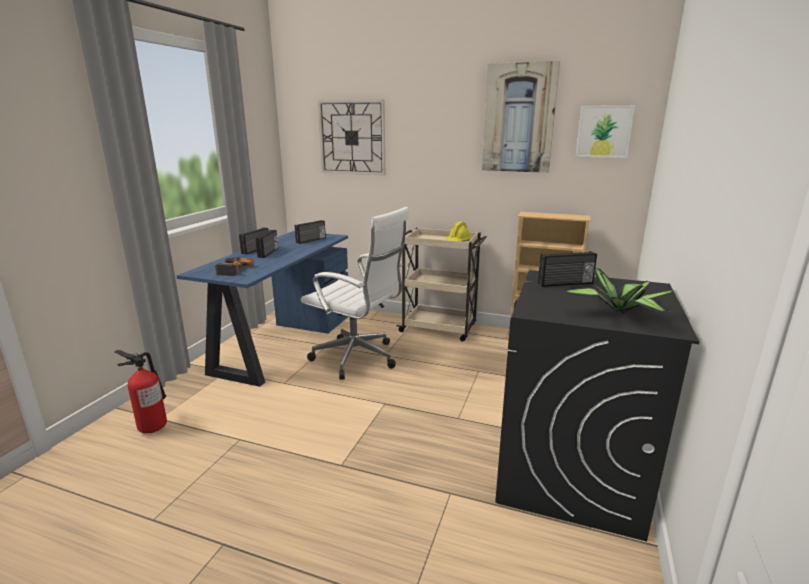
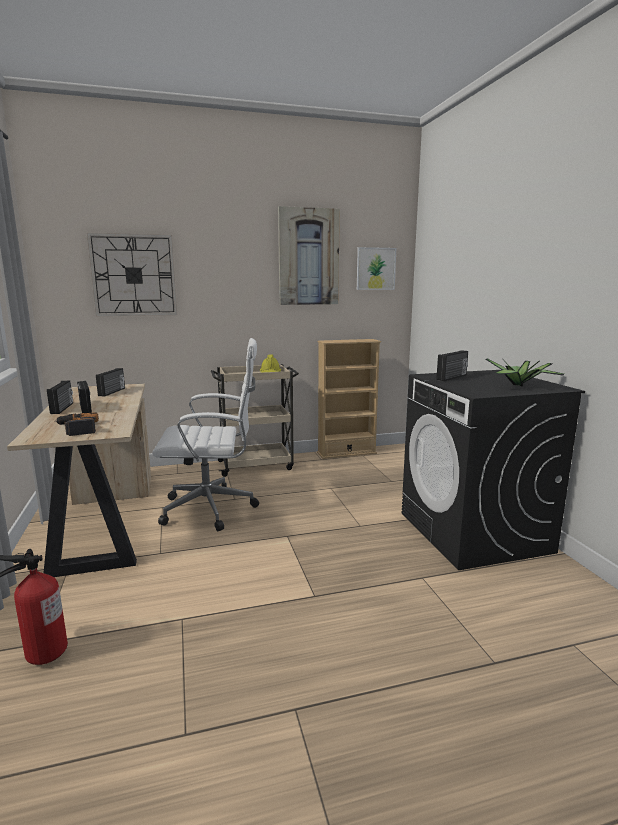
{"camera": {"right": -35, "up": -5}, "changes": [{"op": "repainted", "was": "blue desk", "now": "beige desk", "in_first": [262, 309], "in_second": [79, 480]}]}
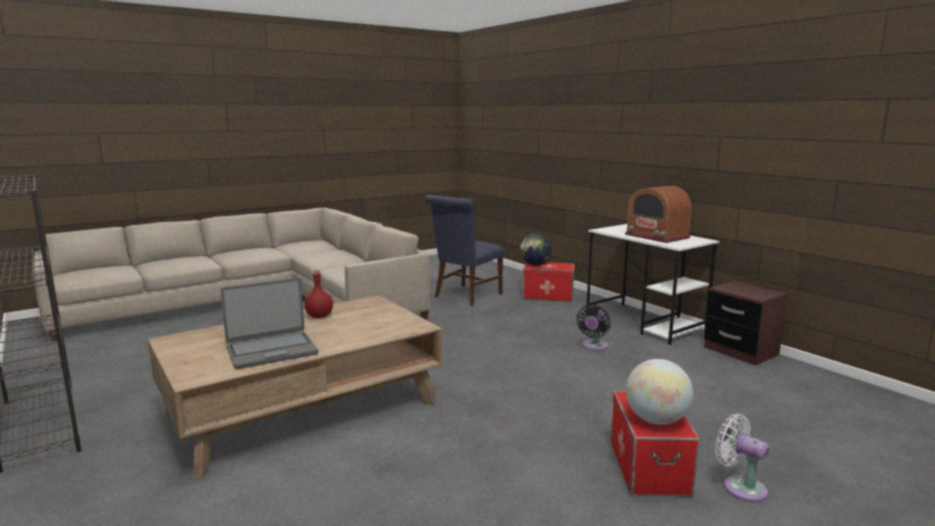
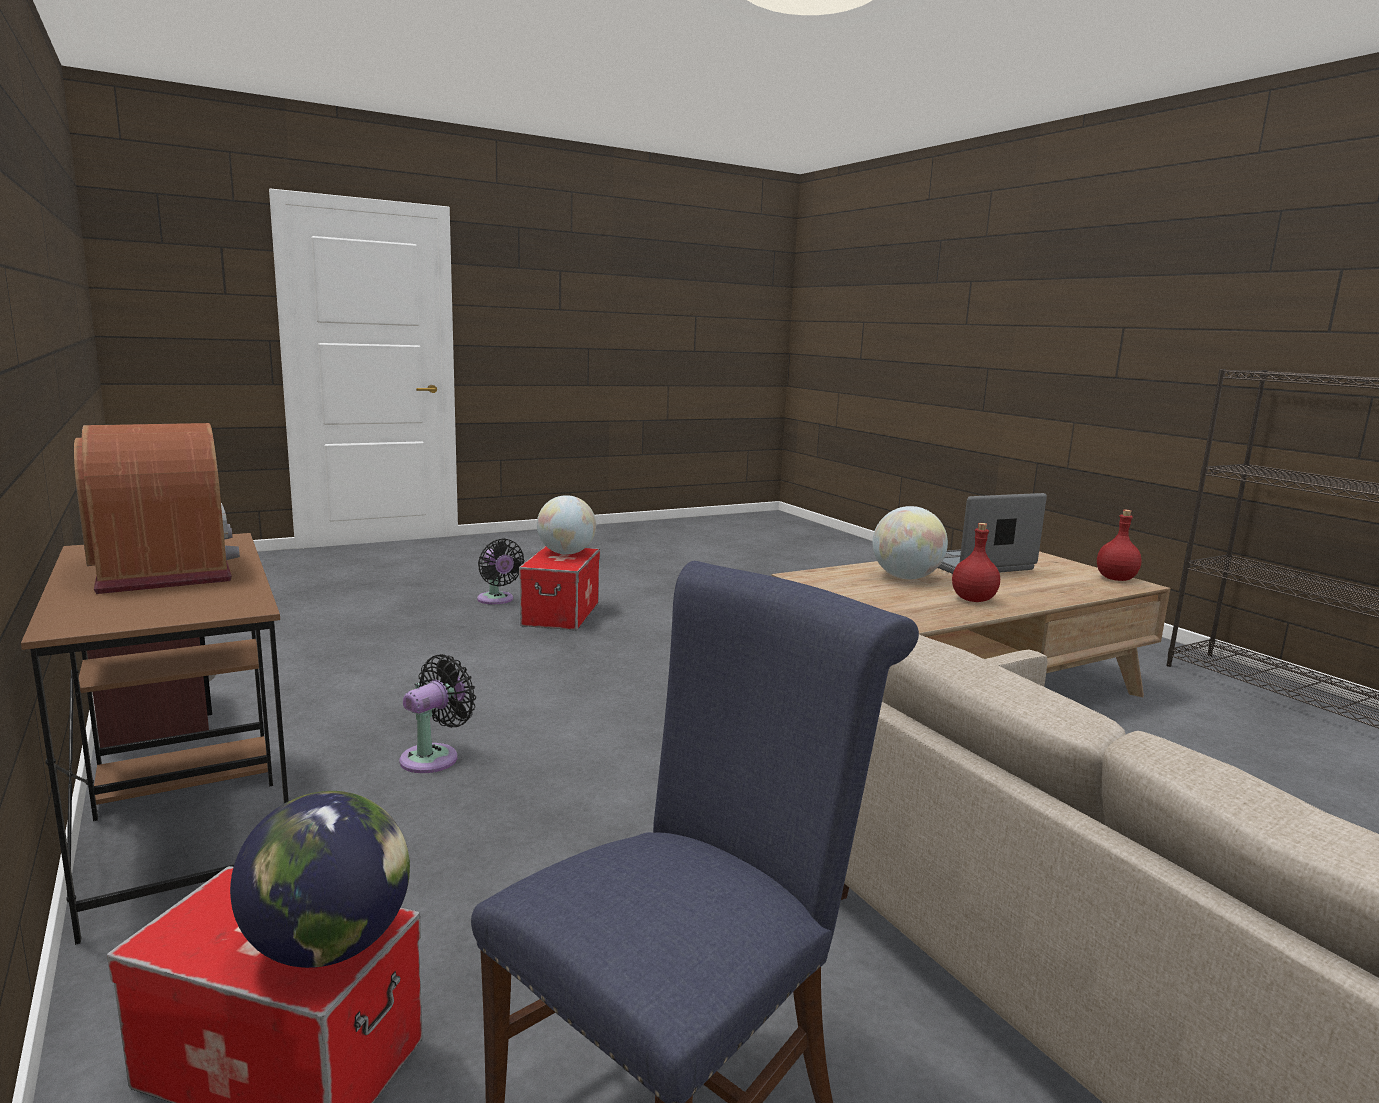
{"camera": {"right": -175, "up": 0}, "changes": [{"op": "new", "now": "globe", "in_second": [910, 542]}, {"op": "new", "now": "red bottle", "in_second": [1119, 545]}, {"op": "repainted", "was": "white desk", "now": "brown desk", "in_first": [652, 284], "in_second": [155, 739]}, {"op": "repainted", "was": "white fan", "now": "black fan", "in_first": [742, 458], "in_second": [500, 571]}]}
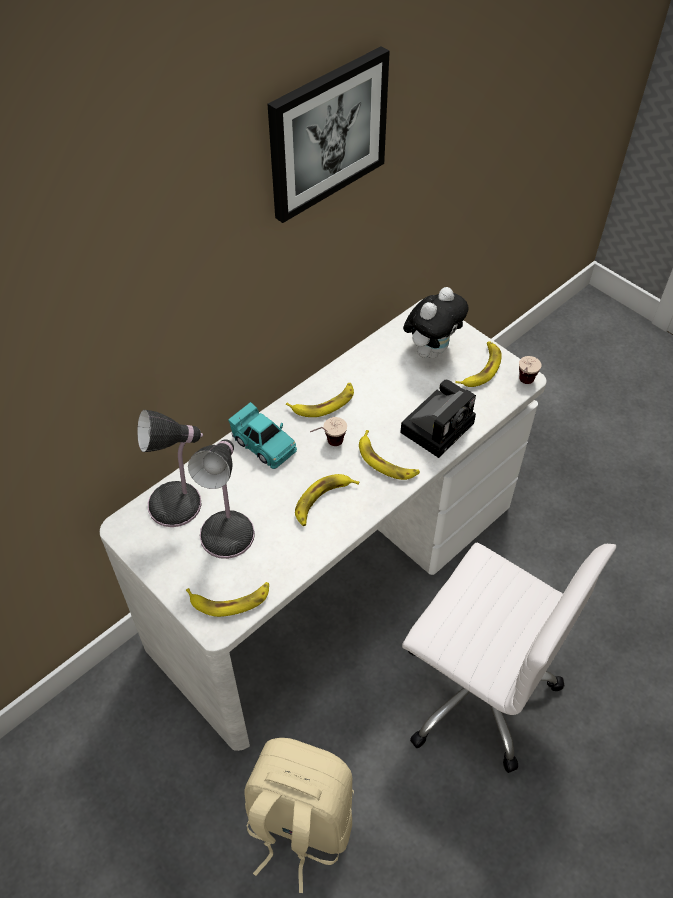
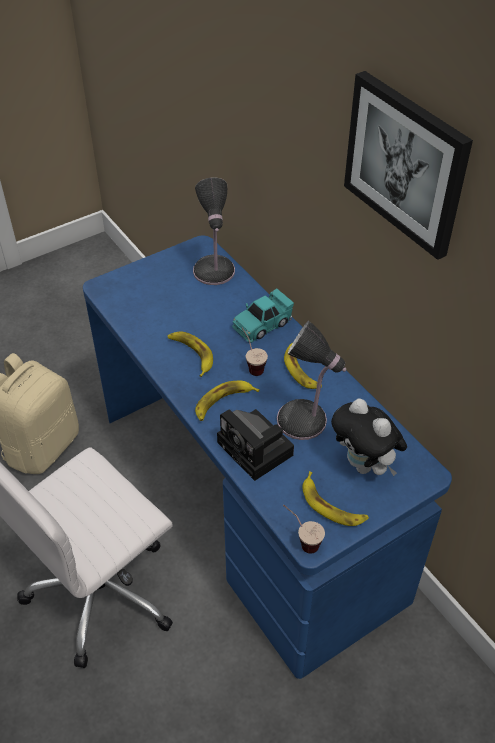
{"camera": {"right": 100, "up": -5}, "changes": [{"op": "gone", "was": "banana", "in_first": [227, 599]}, {"op": "shifted", "was": "table lamp", "in_first": [221, 499], "in_second": [311, 380]}, {"op": "repainted", "was": "white desk", "now": "blue desk", "in_first": [323, 525], "in_second": [267, 457]}]}
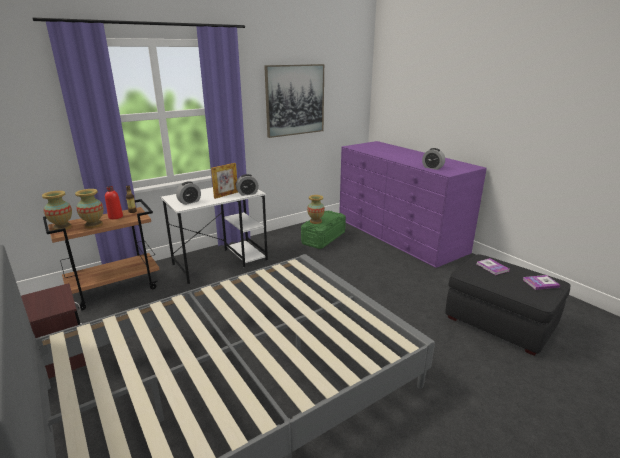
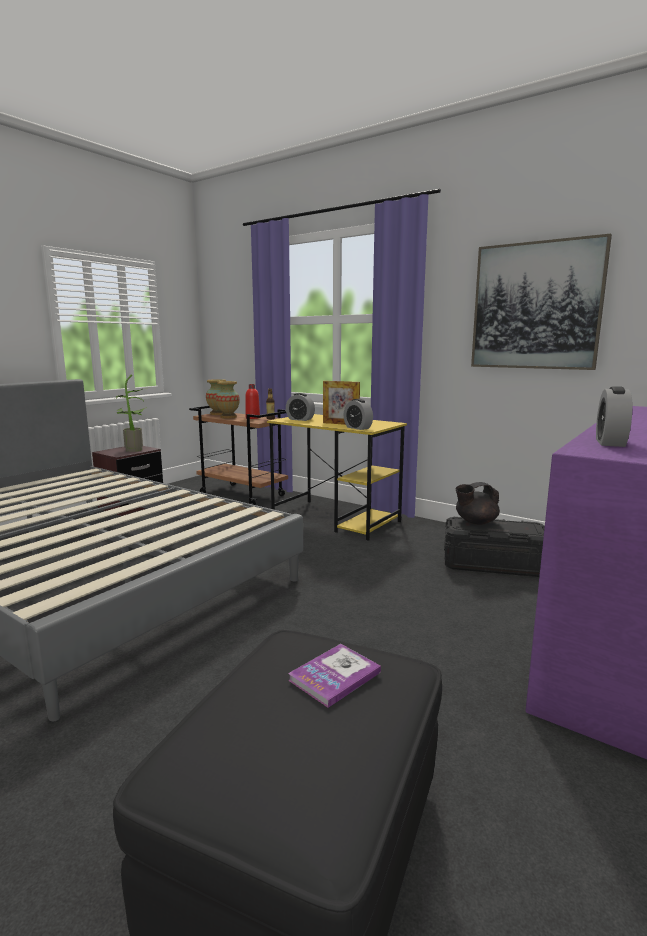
{"camera": {"right": 70, "up": -10}, "changes": [{"op": "gone", "was": "book", "in_first": [541, 282]}, {"op": "new", "now": "potted plant", "in_second": [131, 413]}, {"op": "swapped", "was": "vase", "now": "black teapot", "in_first": [316, 209], "in_second": [478, 503]}, {"op": "repainted", "was": "white desk", "now": "yellow desk", "in_first": [214, 235], "in_second": [337, 477]}, {"op": "repainted", "was": "green storage box", "now": "black storage box", "in_first": [323, 230], "in_second": [494, 547]}]}
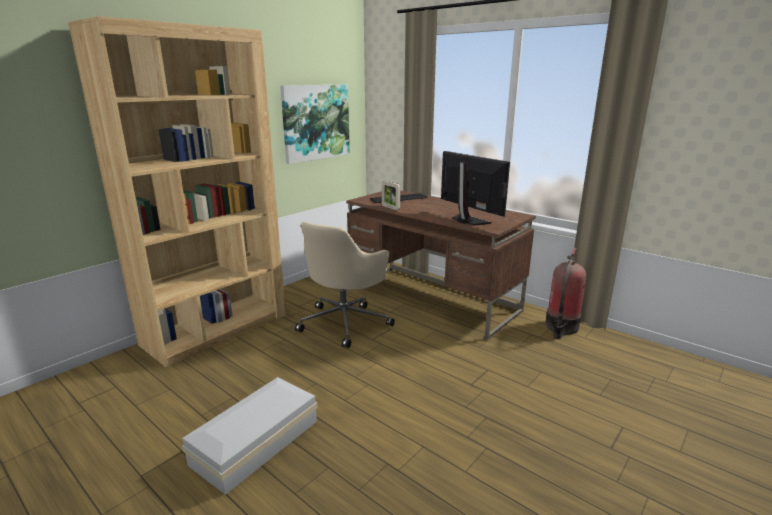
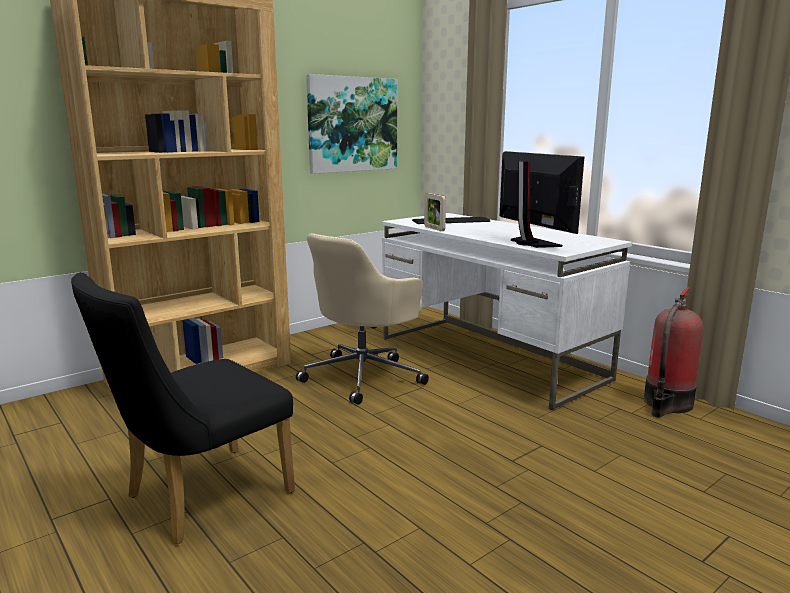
{"camera": {"right": 10, "up": -5}, "changes": [{"op": "swapped", "was": "white storage box", "now": "black chair", "in_first": [250, 436], "in_second": [183, 408]}, {"op": "repainted", "was": "brown desk", "now": "white desk", "in_first": [441, 265], "in_second": [507, 311]}]}
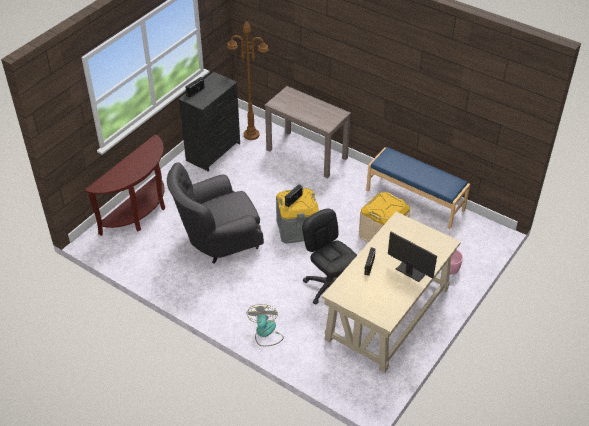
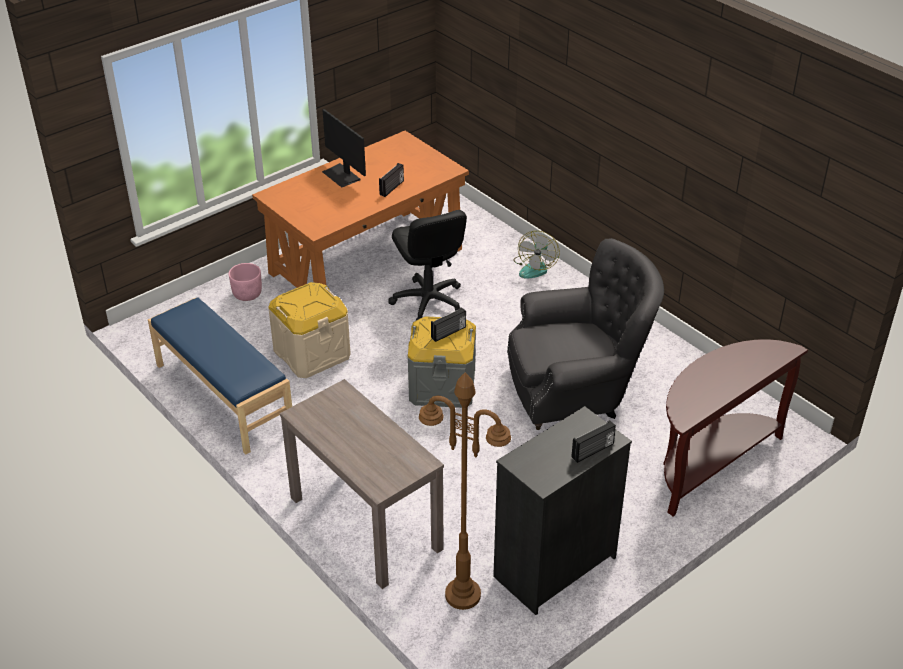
{"camera": {"right": -165, "up": -5}, "changes": [{"op": "repainted", "was": "beige desk", "now": "orange desk", "in_first": [391, 292], "in_second": [360, 209]}]}
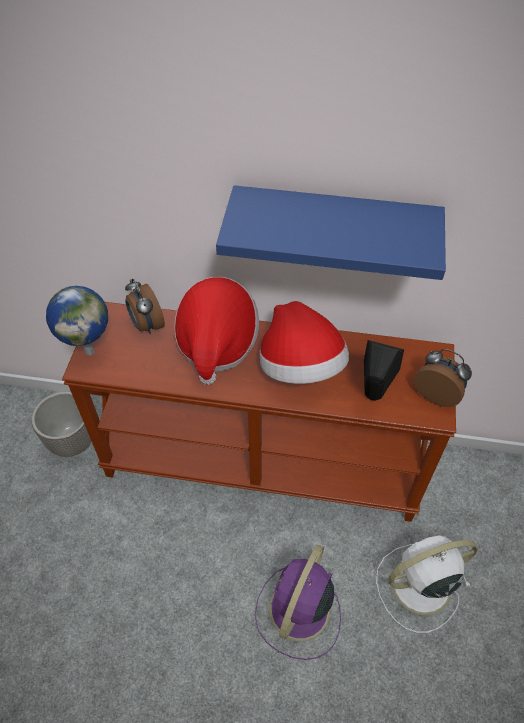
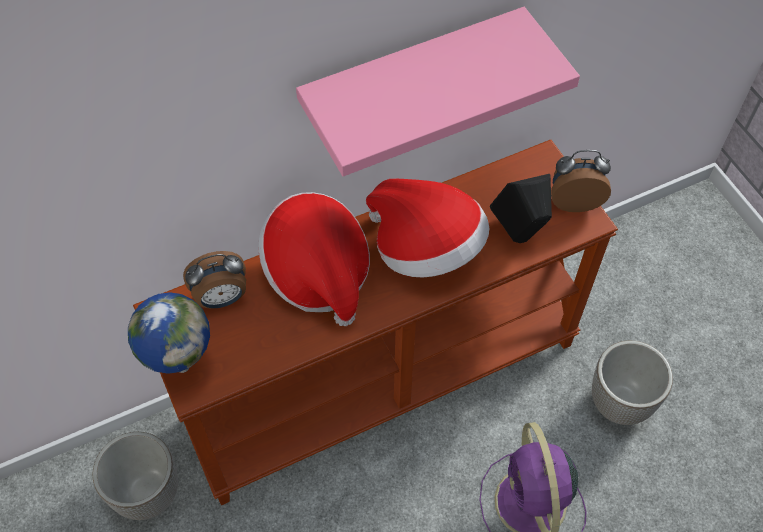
{"camera": {"right": -35, "up": 5}, "changes": [{"op": "swapped", "was": "white fan", "now": "planter", "in_first": [427, 584], "in_second": [632, 382]}, {"op": "repainted", "was": "blue shelf", "now": "pink shelf", "in_first": [331, 232], "in_second": [438, 91]}, {"op": "rotated", "was": "alarm clock", "in_first": [145, 306], "in_second": [214, 280], "clockwise": -45}]}
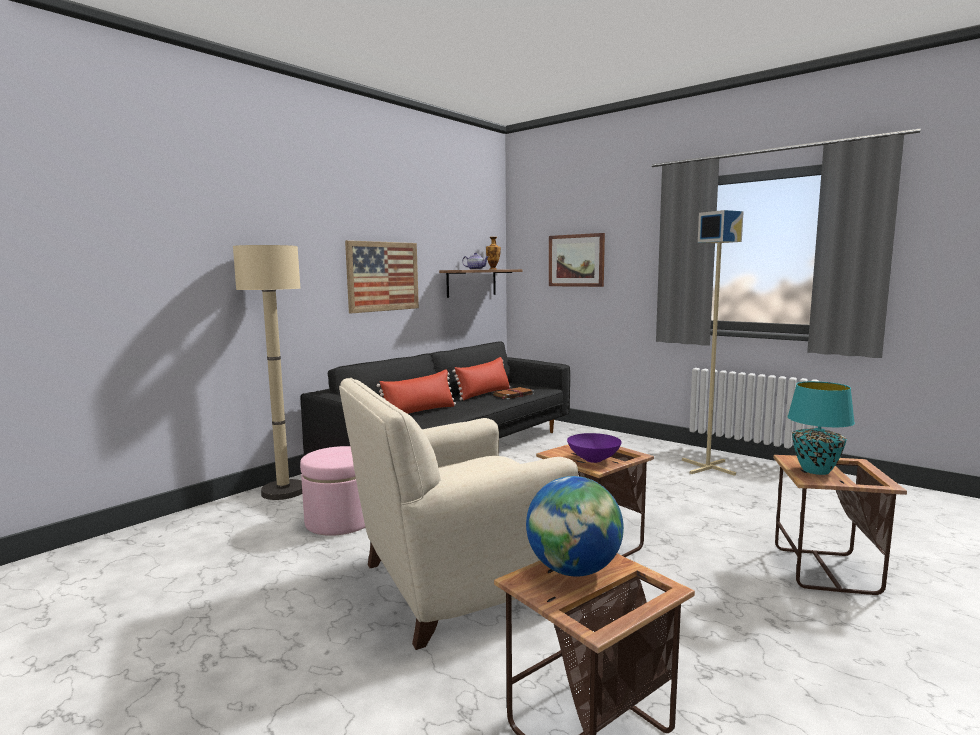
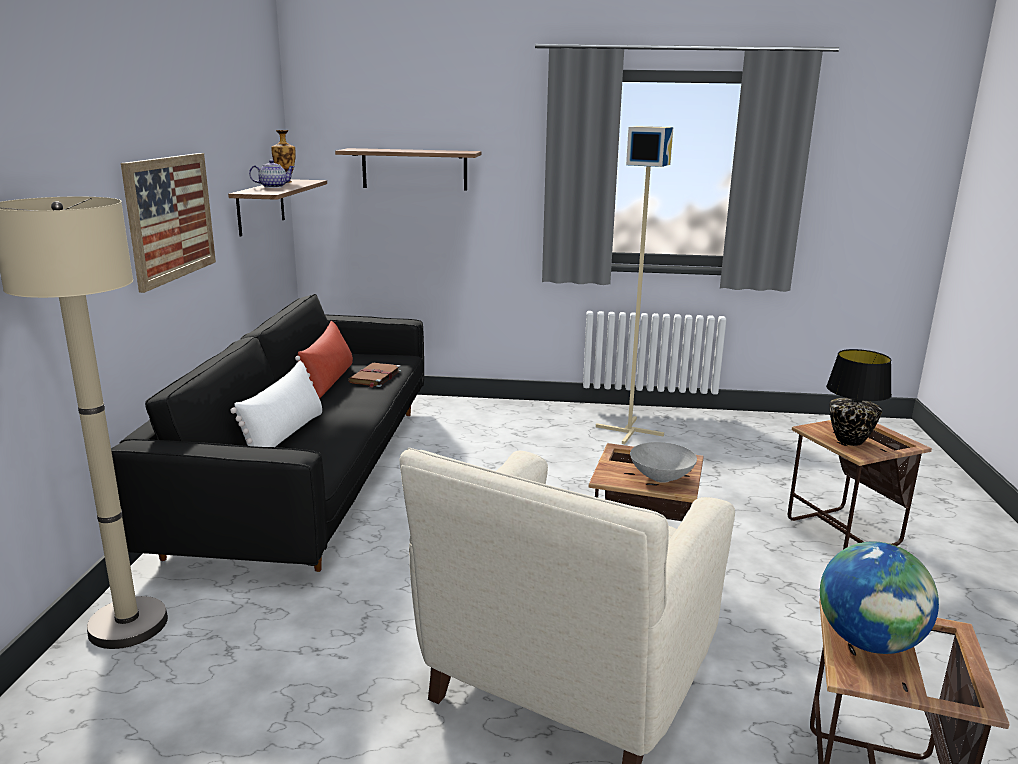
{"camera": {"right": -35, "up": 10}, "changes": [{"op": "gone", "was": "pink ottoman", "in_first": [332, 491]}, {"op": "swapped", "was": "picture", "now": "shelf", "in_first": [577, 260], "in_second": [408, 169]}, {"op": "repainted", "was": "red pillow", "now": "white pillow", "in_first": [416, 392], "in_second": [276, 404]}, {"op": "repainted", "was": "purple bowl", "now": "grey bowl", "in_first": [594, 448], "in_second": [663, 462]}, {"op": "repainted", "was": "turquoise table lamp", "now": "black table lamp", "in_first": [821, 428], "in_second": [859, 397]}]}
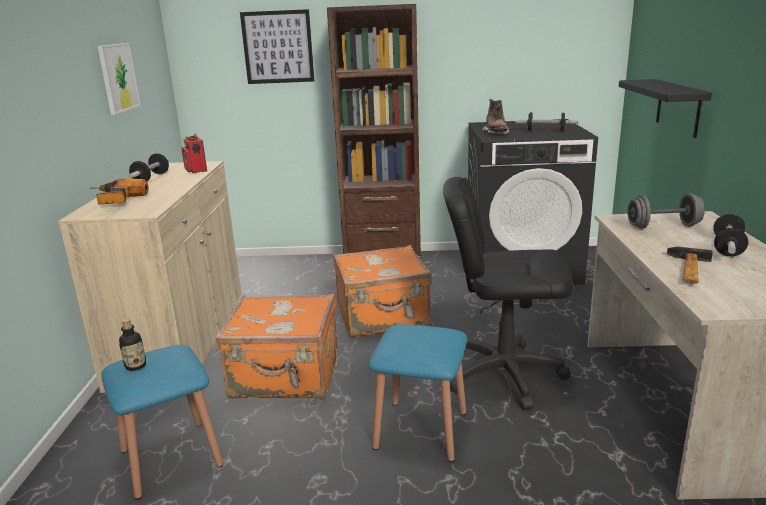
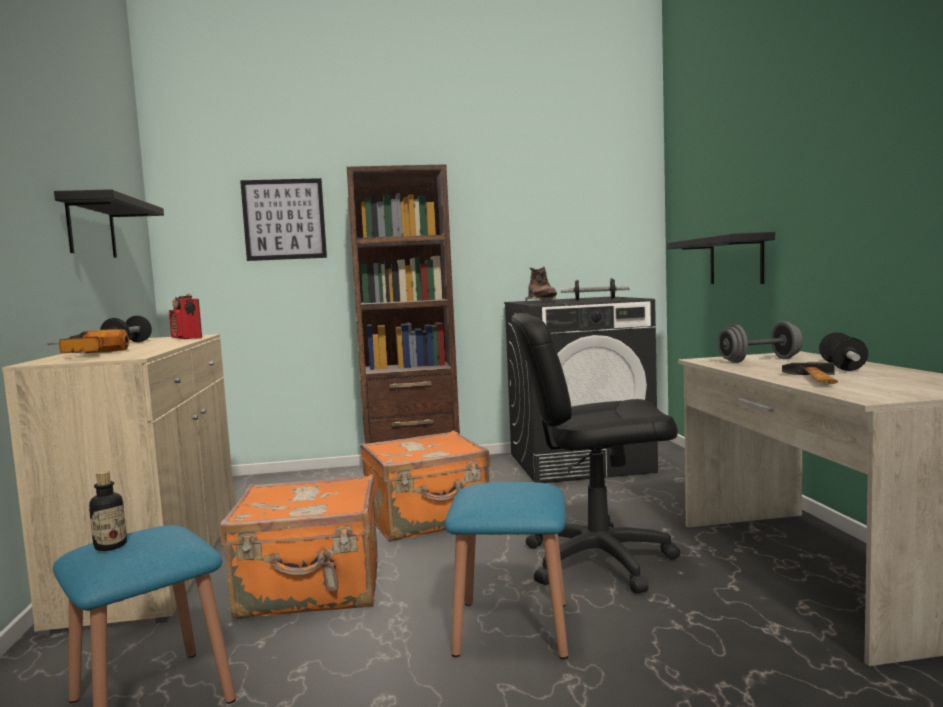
{"camera": {"right": -10, "up": -15}, "changes": [{"op": "swapped", "was": "picture", "now": "black shelf", "in_first": [119, 79], "in_second": [109, 223]}]}
